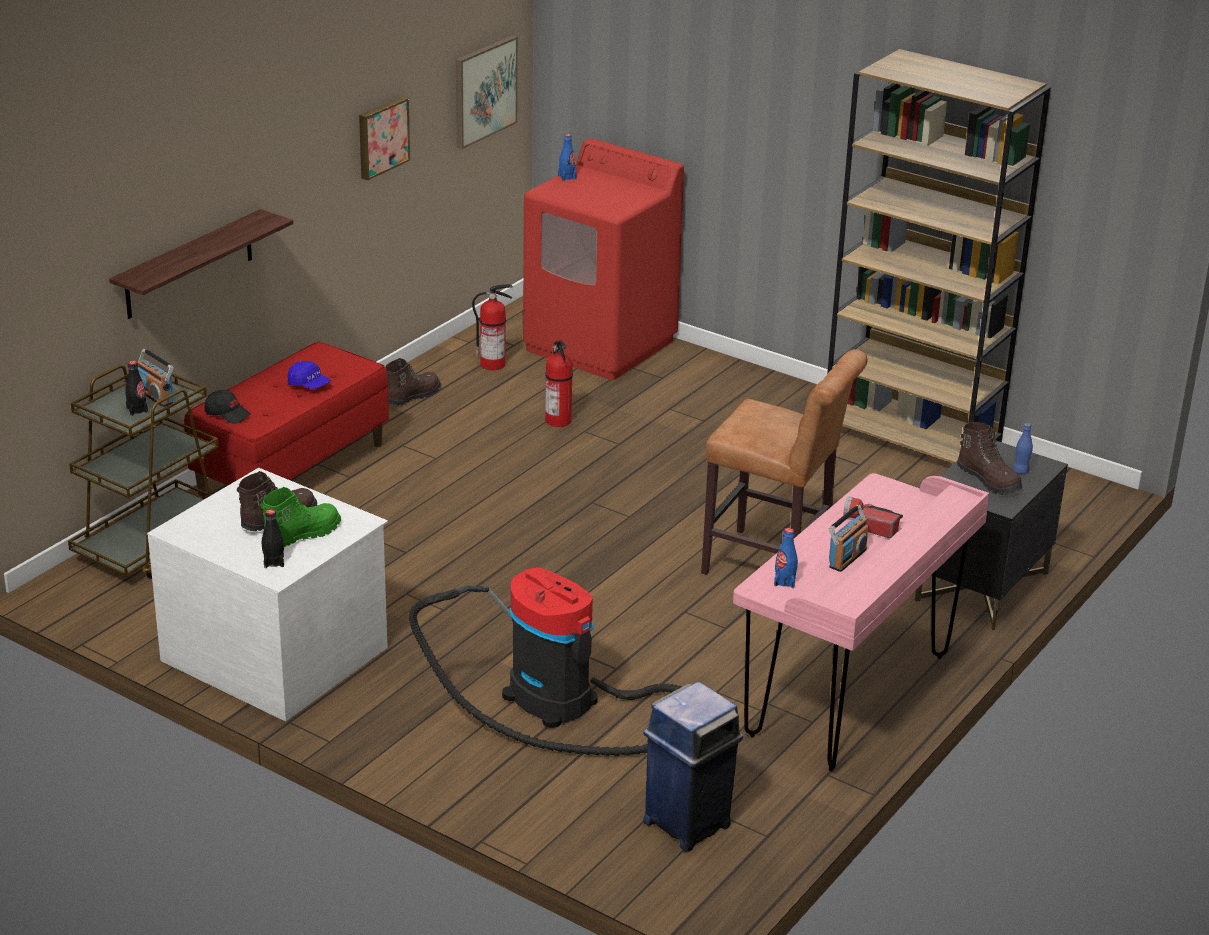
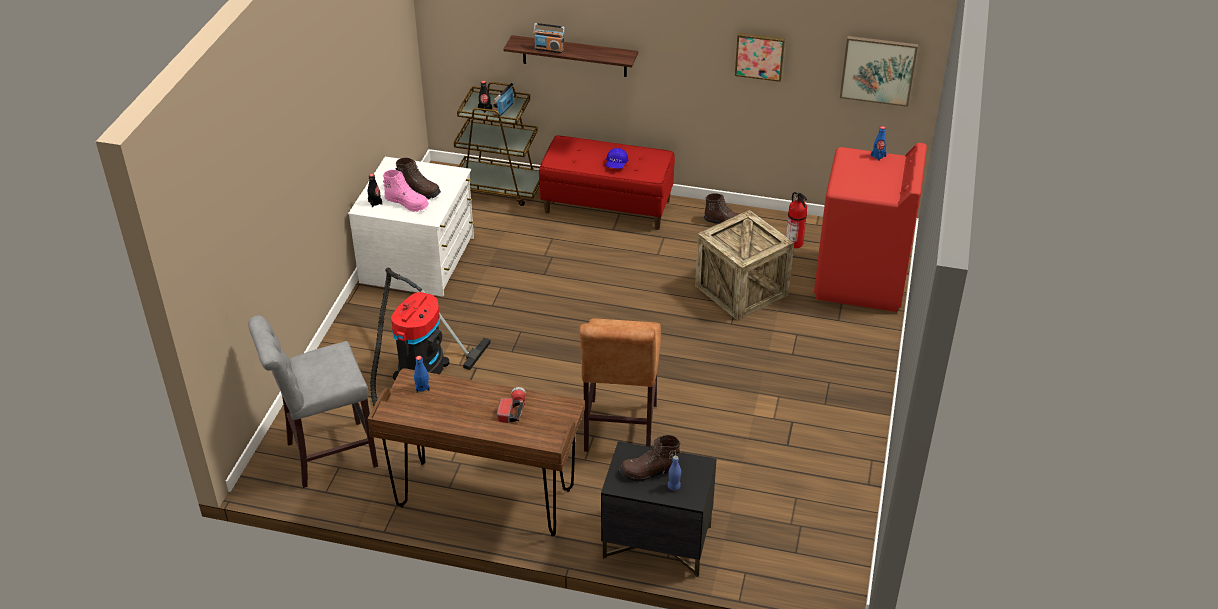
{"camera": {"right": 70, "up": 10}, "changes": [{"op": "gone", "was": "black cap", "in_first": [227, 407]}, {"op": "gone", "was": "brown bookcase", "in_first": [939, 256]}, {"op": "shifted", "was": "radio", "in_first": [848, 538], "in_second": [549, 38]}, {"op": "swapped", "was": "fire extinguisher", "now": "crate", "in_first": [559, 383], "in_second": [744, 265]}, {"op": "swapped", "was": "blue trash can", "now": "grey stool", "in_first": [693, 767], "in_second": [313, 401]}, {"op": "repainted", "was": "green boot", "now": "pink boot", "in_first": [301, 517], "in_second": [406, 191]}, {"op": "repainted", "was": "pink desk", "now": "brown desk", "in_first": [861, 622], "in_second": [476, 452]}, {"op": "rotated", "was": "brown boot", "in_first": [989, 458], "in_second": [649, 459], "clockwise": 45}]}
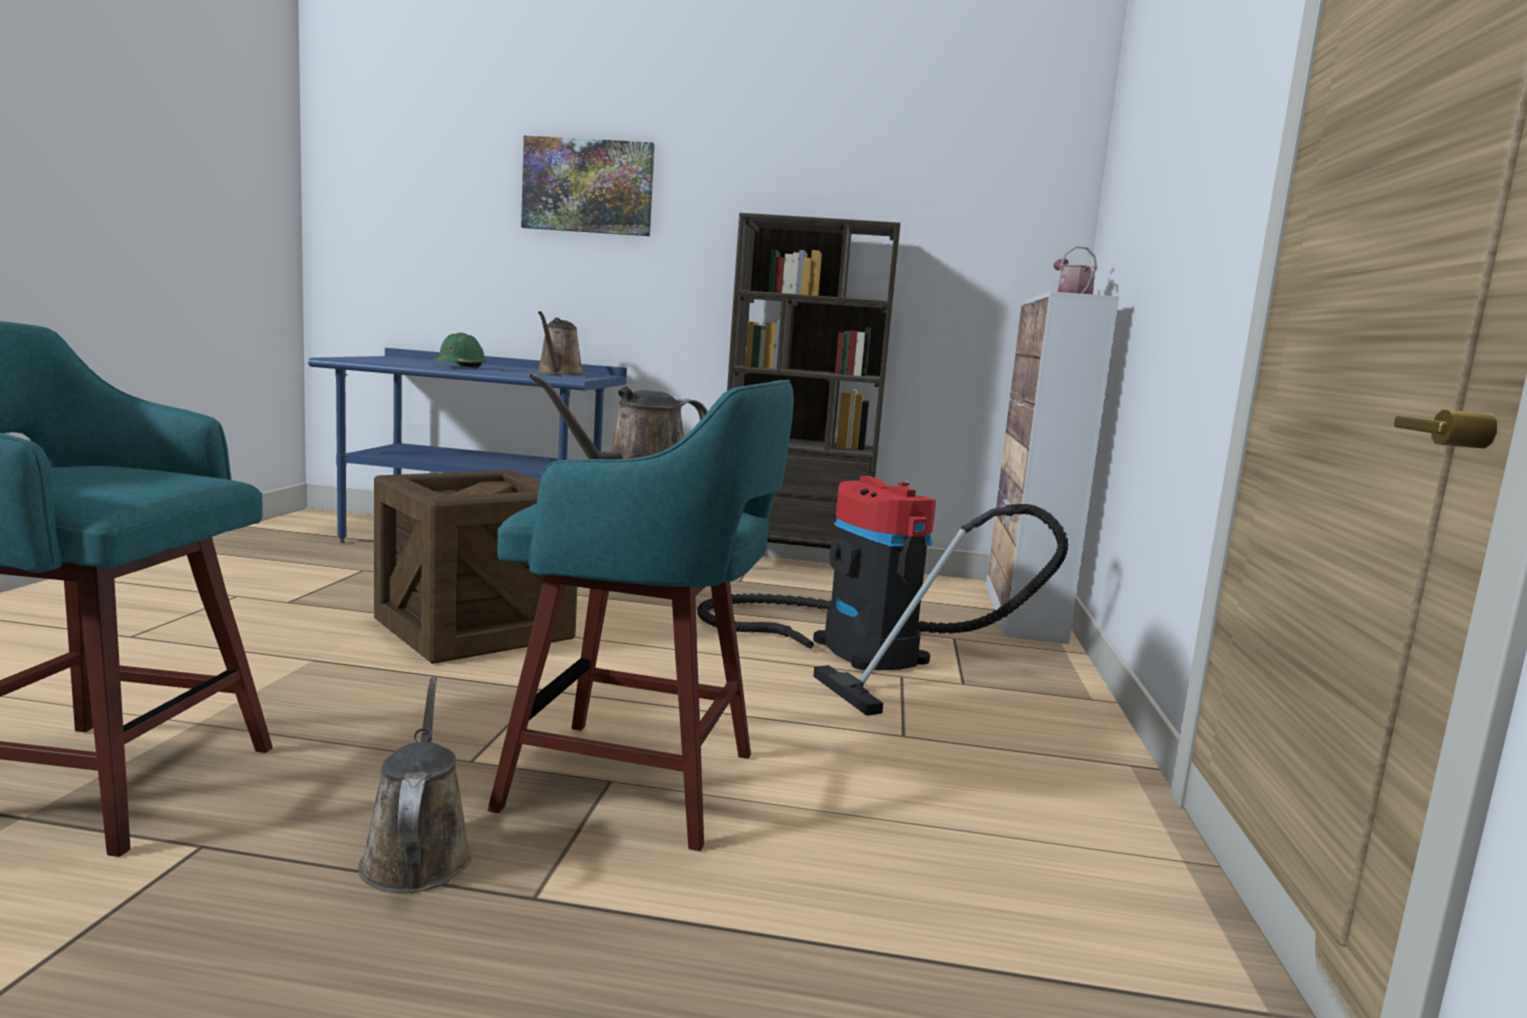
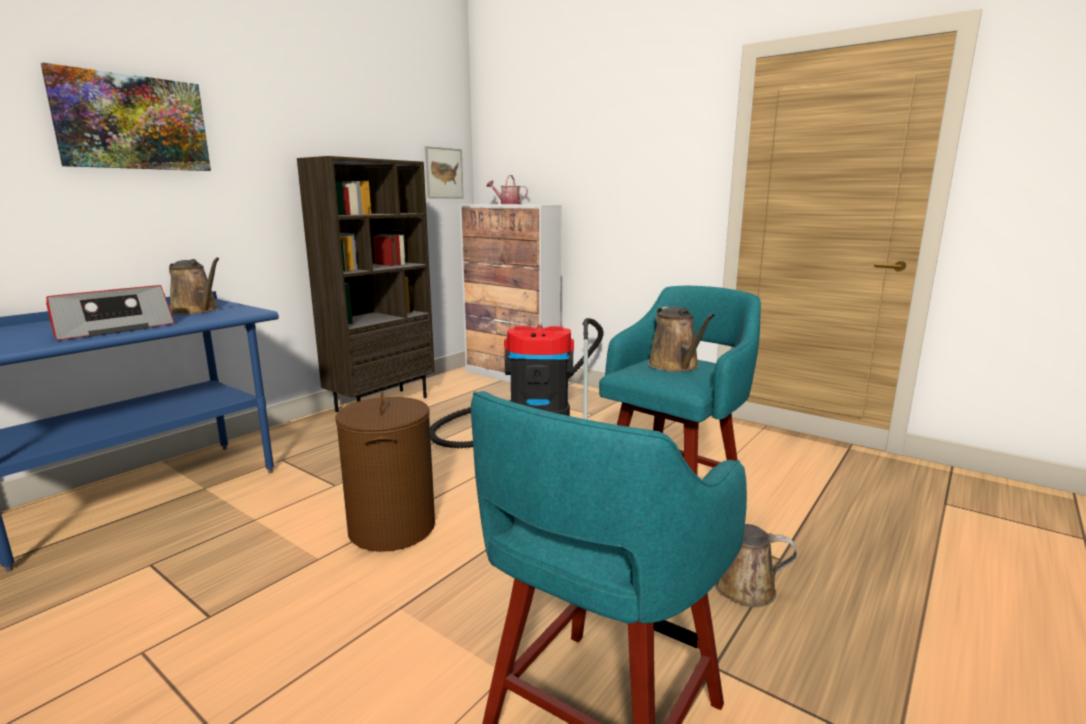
{"camera": {"right": -60, "up": 5}, "changes": [{"op": "new", "now": "picture", "in_second": [444, 172]}, {"op": "swapped", "was": "crate", "now": "brown laundry basket", "in_first": [475, 567], "in_second": [385, 471]}, {"op": "swapped", "was": "green hard hat", "now": "radio", "in_first": [460, 350], "in_second": [110, 312]}]}
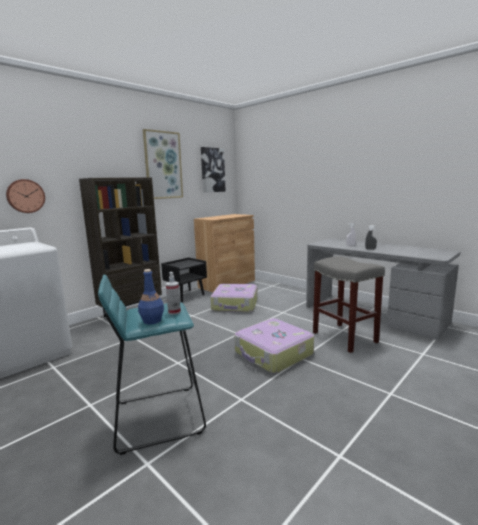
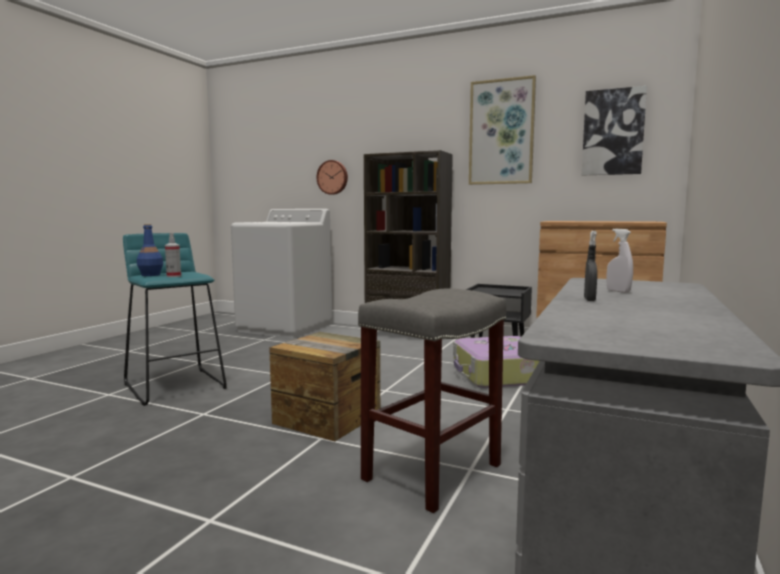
{"camera": {"right": 70, "up": -5}, "changes": [{"op": "swapped", "was": "suitcase", "now": "crate", "in_first": [274, 346], "in_second": [324, 386]}]}
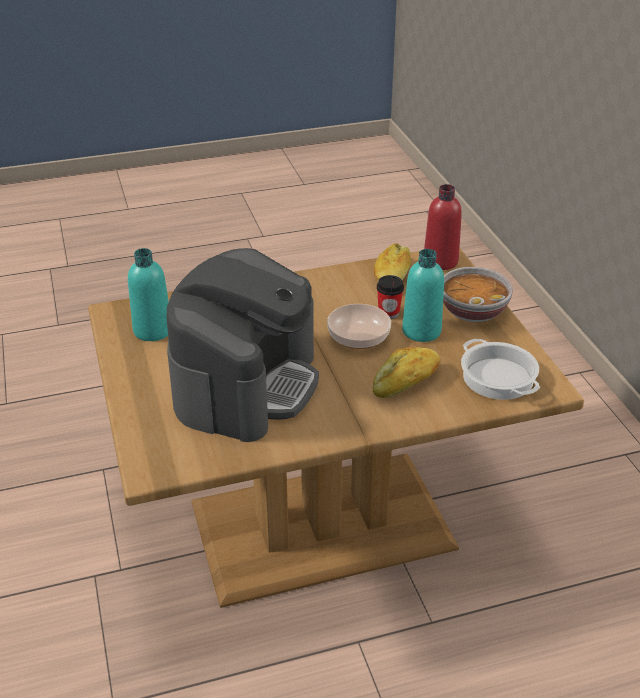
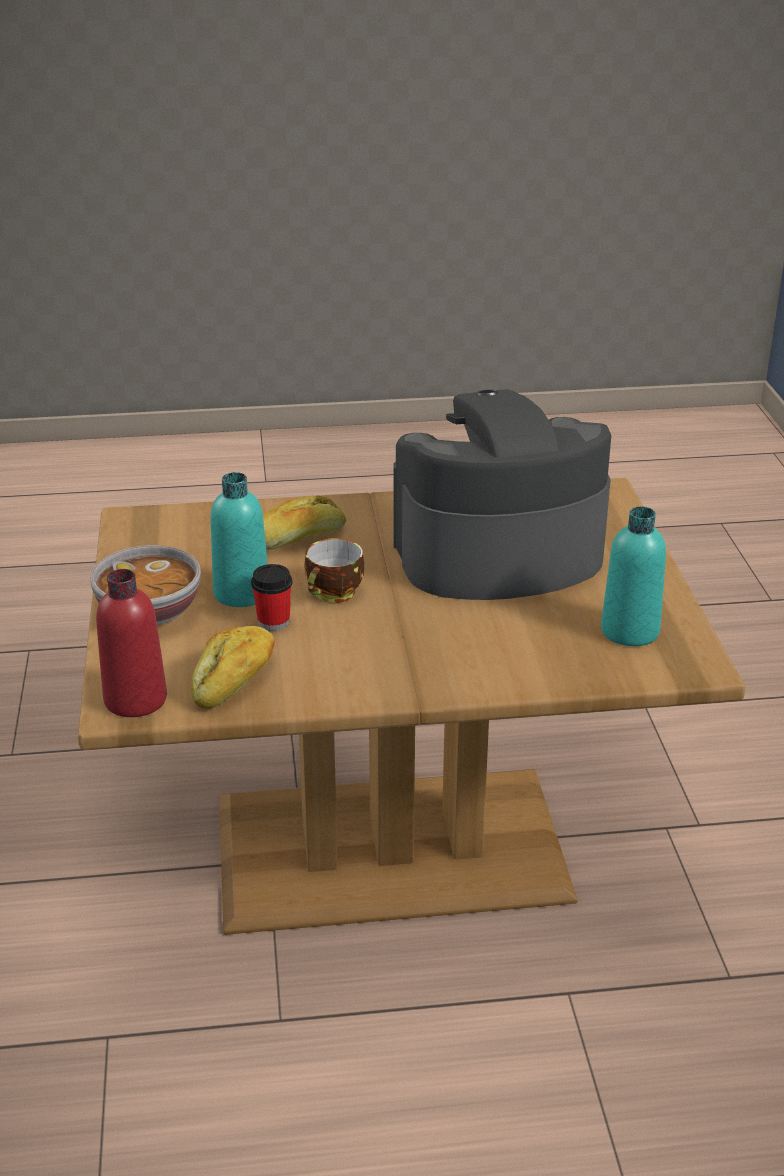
{"camera": {"right": -170, "up": -5}, "changes": [{"op": "gone", "was": "cooking pot", "in_first": [500, 369]}, {"op": "swapped", "was": "bowl", "now": "cup", "in_first": [359, 326], "in_second": [334, 570]}, {"op": "rotated", "was": "coffee machine", "in_first": [242, 345], "in_second": [502, 494], "clockwise": 45}]}
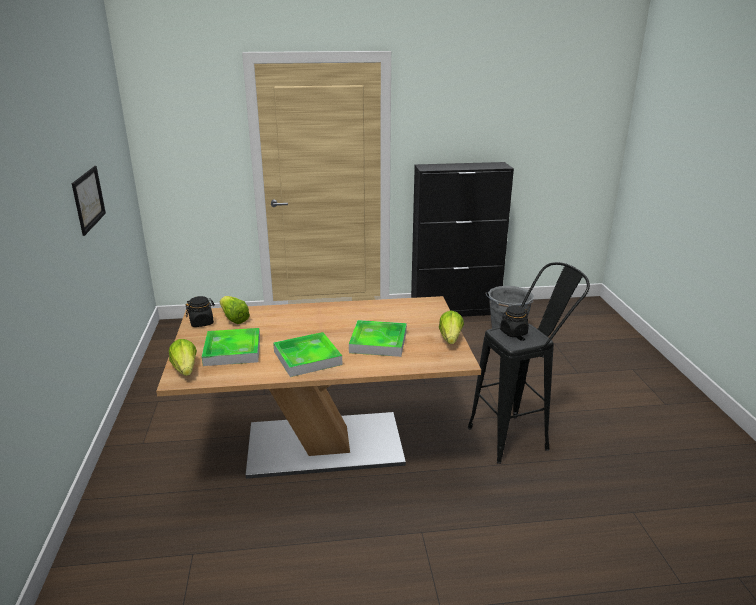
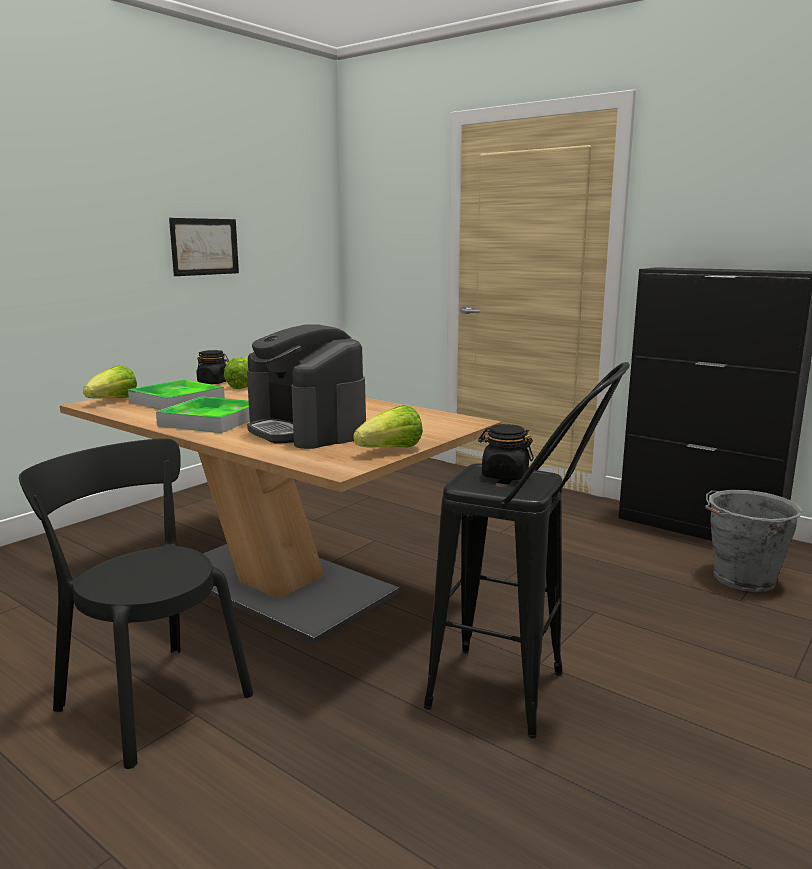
{"camera": {"right": 45, "up": -10}, "changes": [{"op": "new", "now": "black chair", "in_second": [136, 603]}, {"op": "swapped", "was": "tray", "now": "coffee machine", "in_first": [378, 338], "in_second": [306, 386]}]}
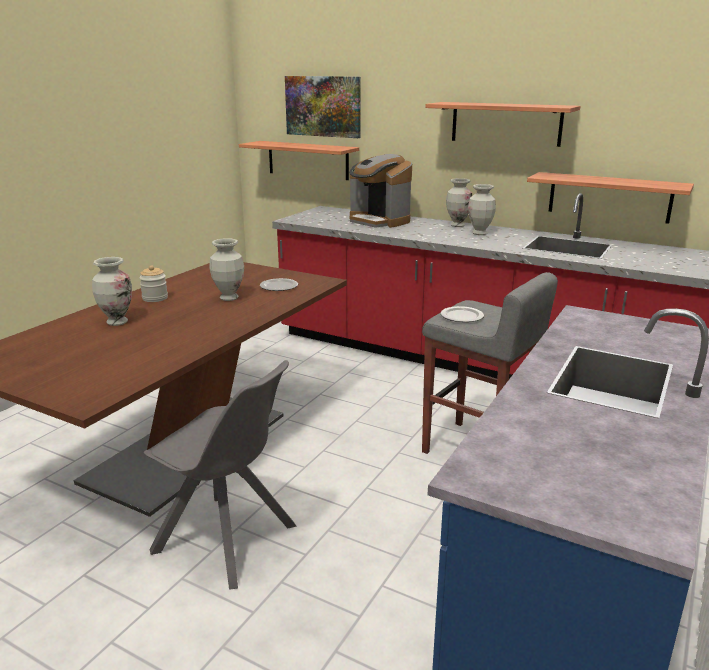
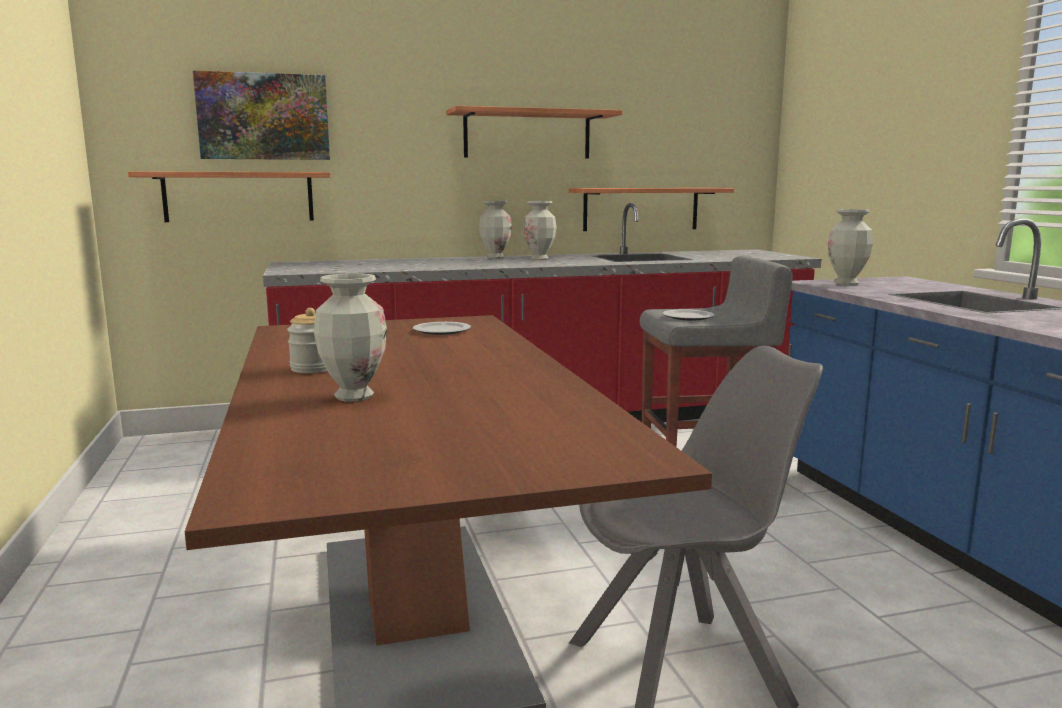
{"camera": {"right": -45, "up": -10}, "changes": [{"op": "gone", "was": "coffee machine", "in_first": [380, 191]}, {"op": "shifted", "was": "vase", "in_first": [226, 269], "in_second": [850, 247]}]}
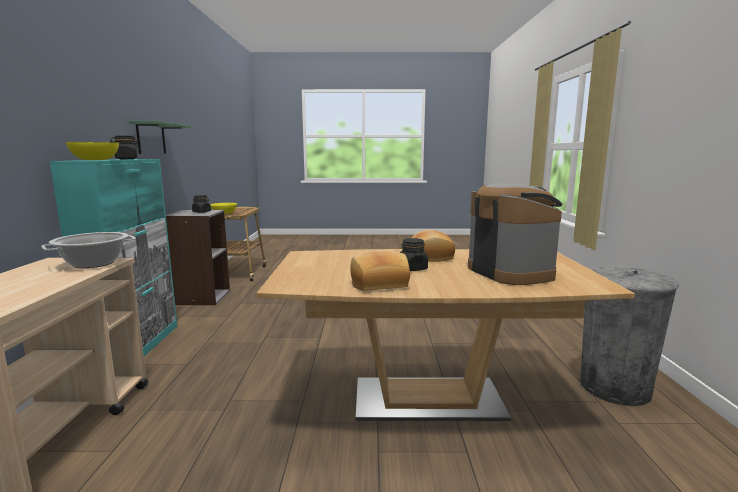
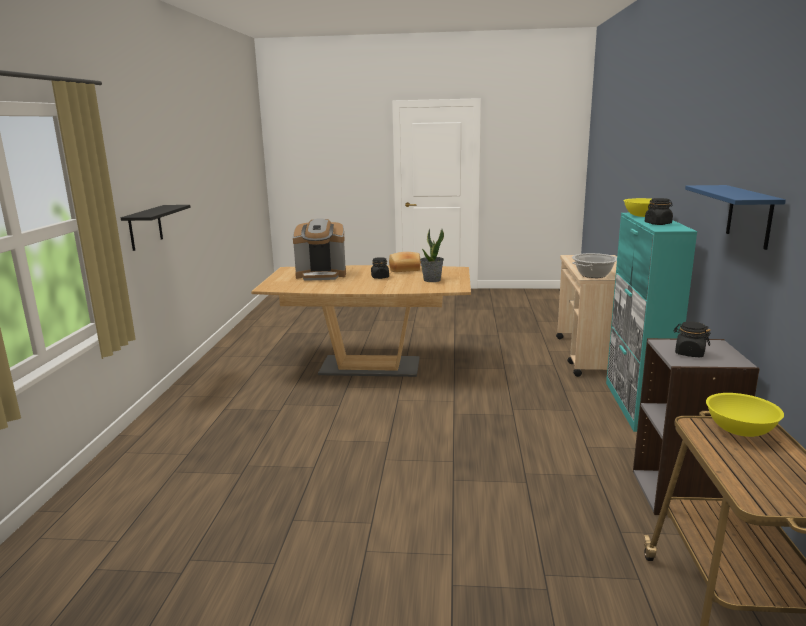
{"camera": {"right": -175, "up": 5}, "changes": [{"op": "gone", "was": "bread", "in_first": [433, 246]}, {"op": "gone", "was": "grey trash can", "in_first": [629, 336]}, {"op": "new", "now": "black shelf", "in_second": [156, 228]}, {"op": "new", "now": "potted plant", "in_second": [432, 255]}, {"op": "repainted", "was": "green shelf", "now": "blue shelf", "in_first": [160, 137], "in_second": [735, 217]}, {"op": "rotated", "was": "coffee machine", "in_first": [515, 234], "in_second": [319, 249], "clockwise": -75}]}
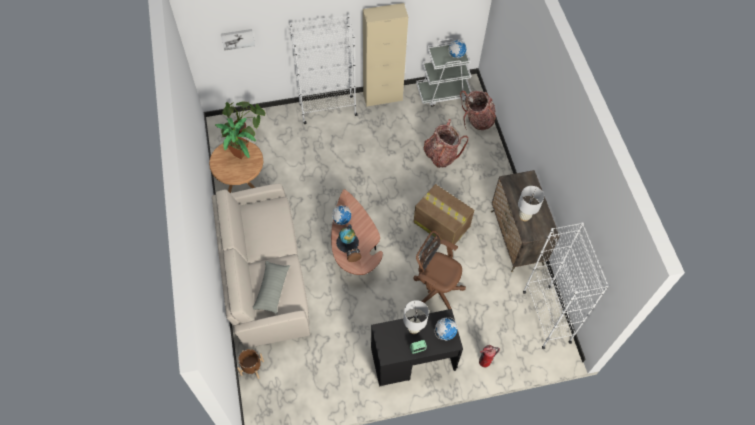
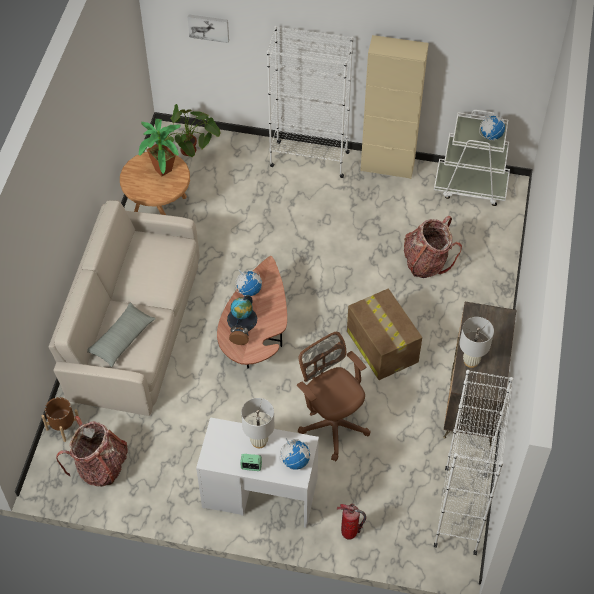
{"camera": {"right": 25, "up": -5}, "changes": [{"op": "shifted", "was": "backpack", "in_first": [478, 110], "in_second": [92, 451]}, {"op": "repainted", "was": "black desk", "now": "white desk", "in_first": [417, 348], "in_second": [257, 472]}]}
